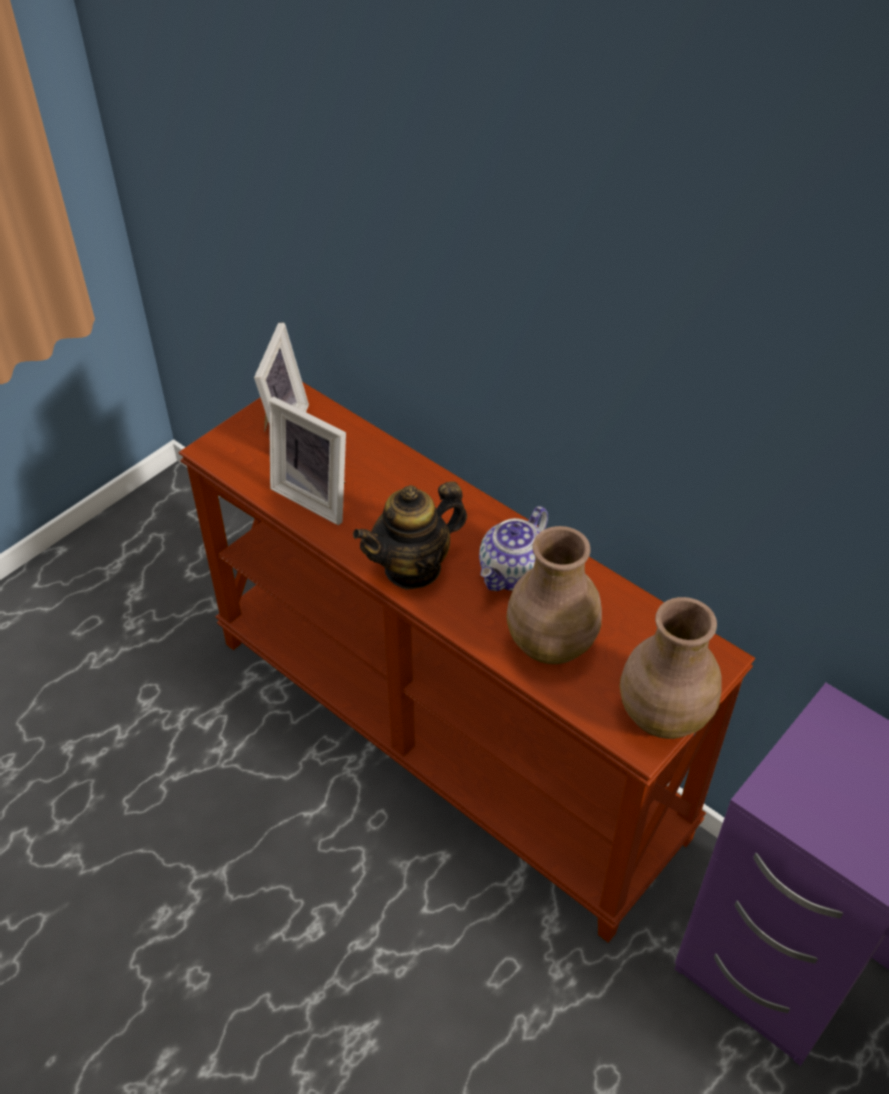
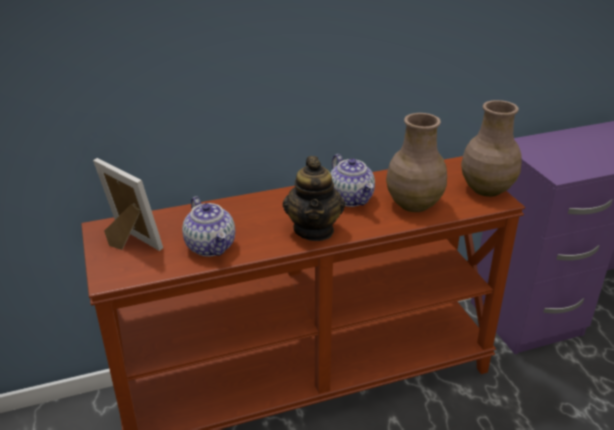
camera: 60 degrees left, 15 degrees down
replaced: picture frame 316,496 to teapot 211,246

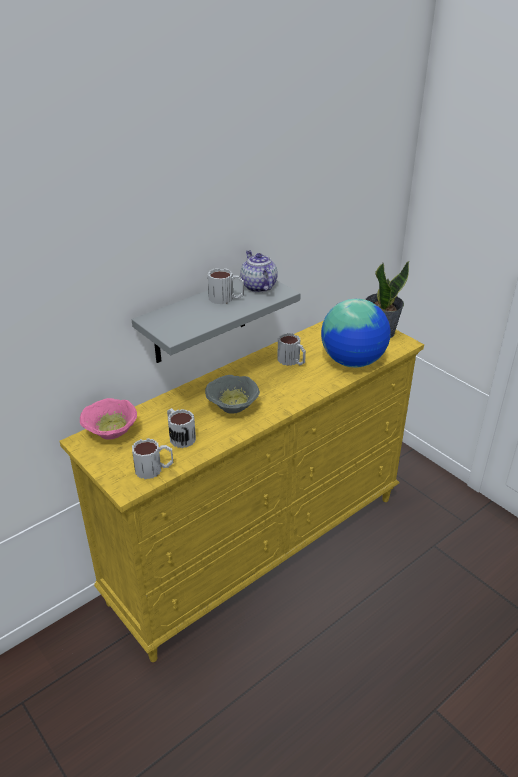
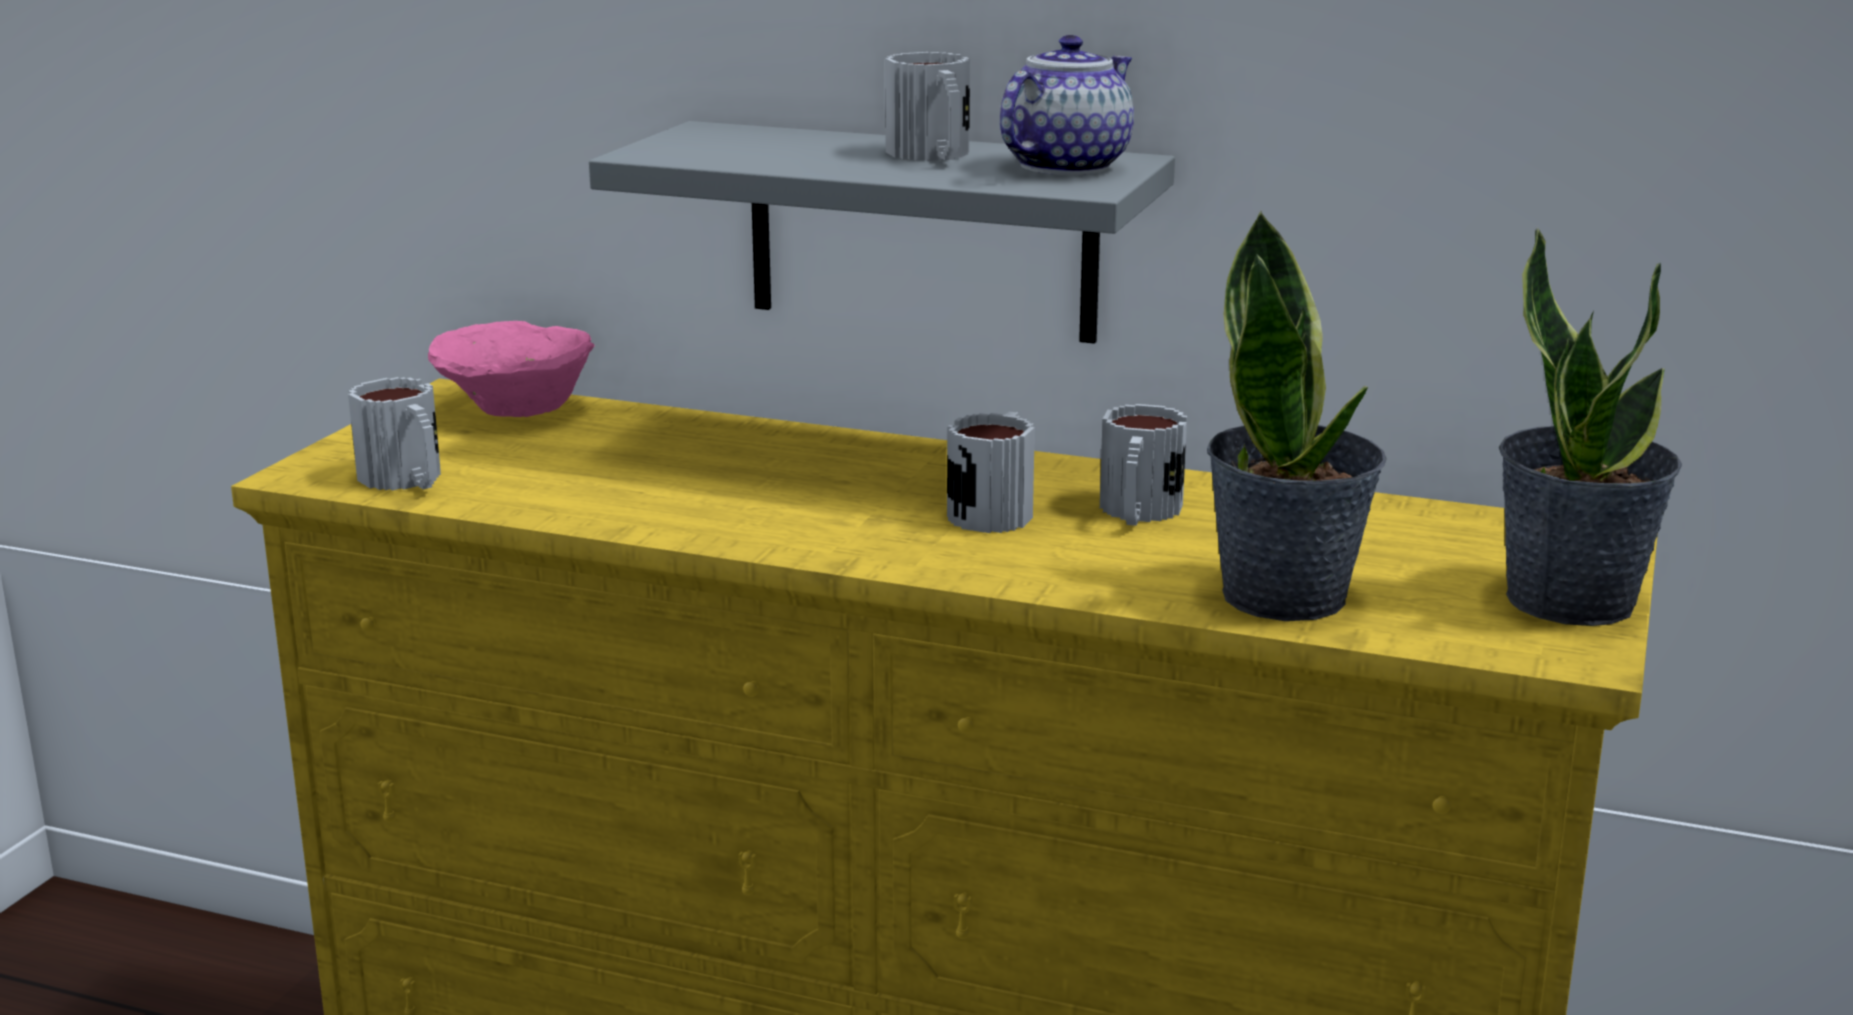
camera: 60 degrees right, 15 degrees down
removed: grey bowl 231,407
moved: mug 179,436 to 996,510
replaced: globe 353,362 to potted plant 1286,596

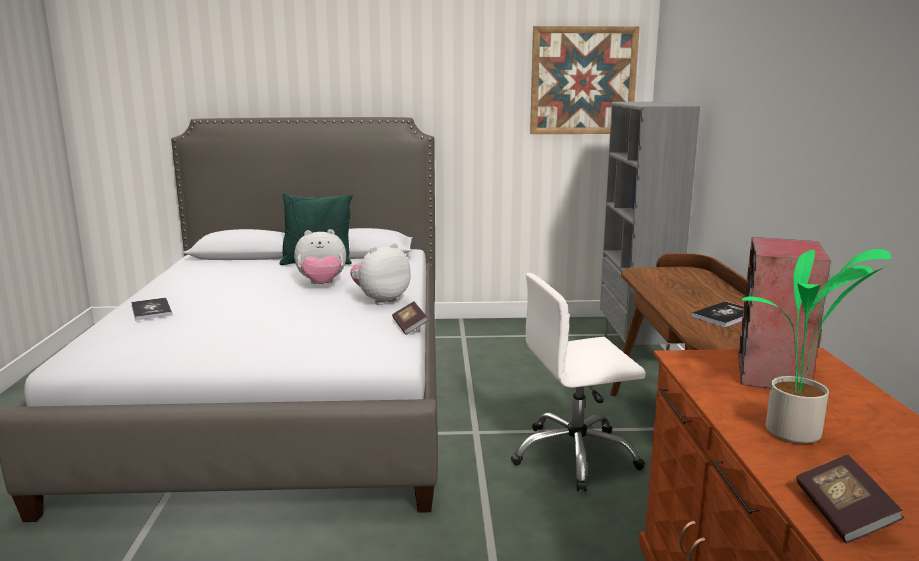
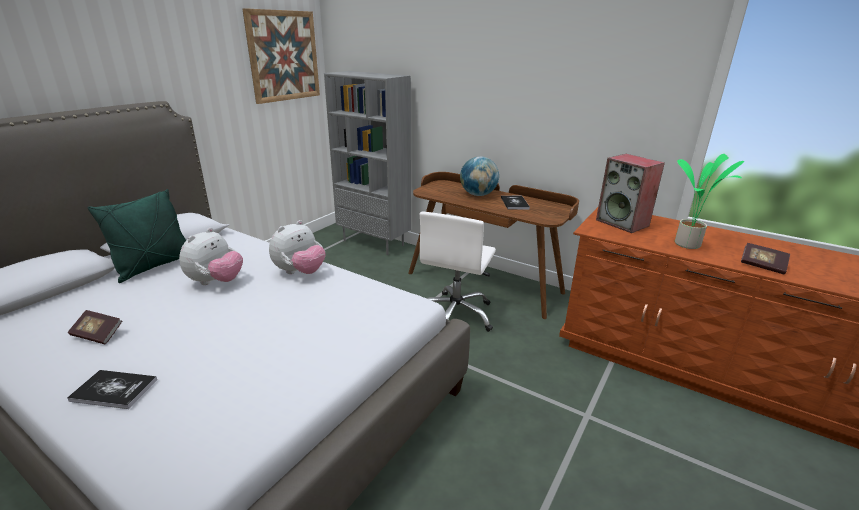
camera: 55 degrees left, 10 degrees up
added: globe 478,195
moved: book 410,326 to 98,335
turned: plush toy 380,300 = 300,272 135 degrees counterclockwise

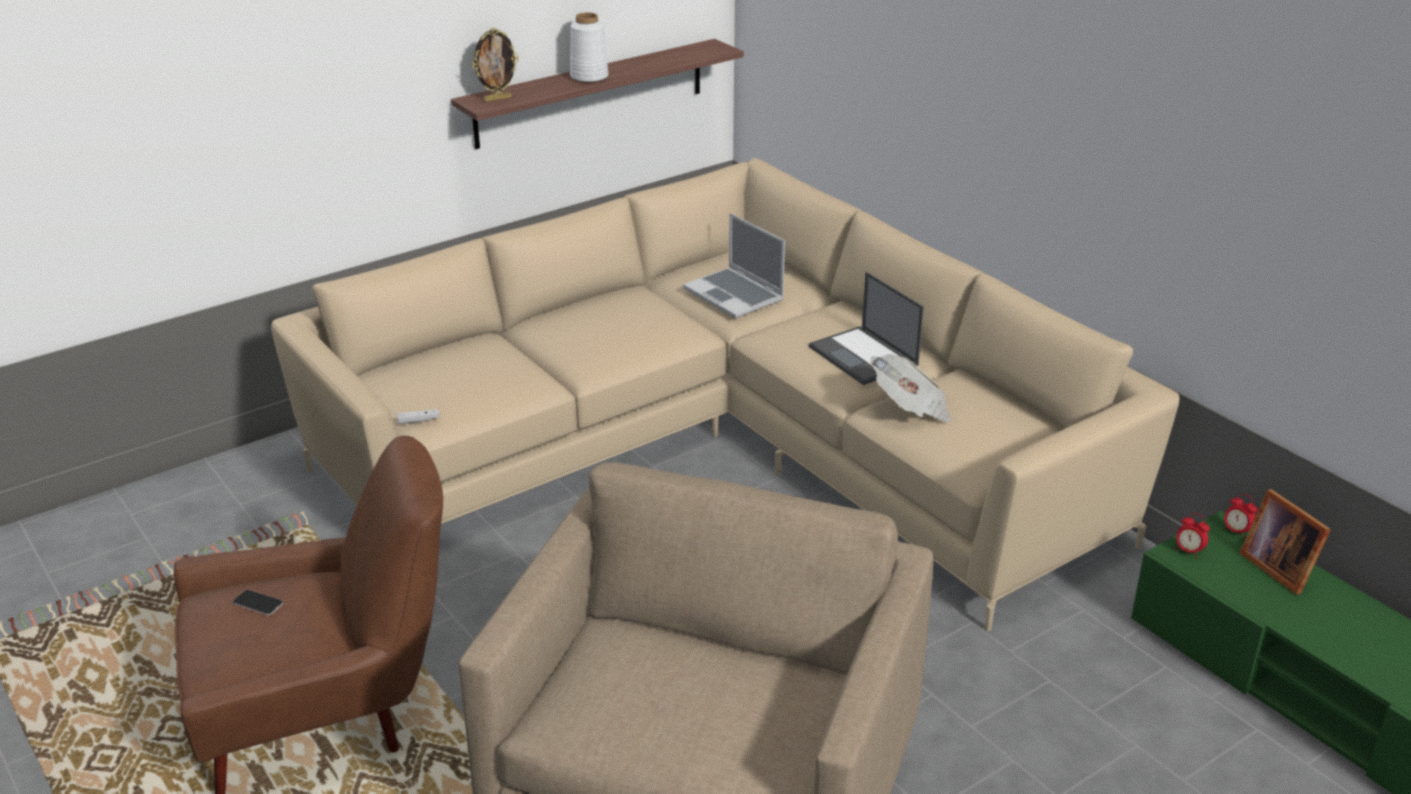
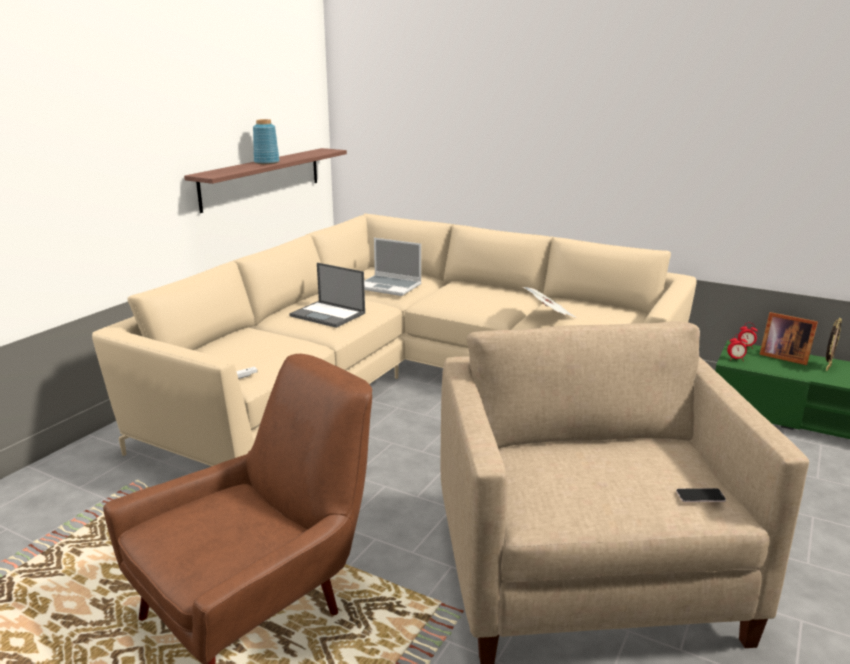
camera: 25 degrees left, 10 degrees down
moved: phone 258,603 to 700,496; picture frame 497,99 to 827,367; laptop 864,356 to 328,315
recoloured: white vase 590,77 to blue vase 267,162

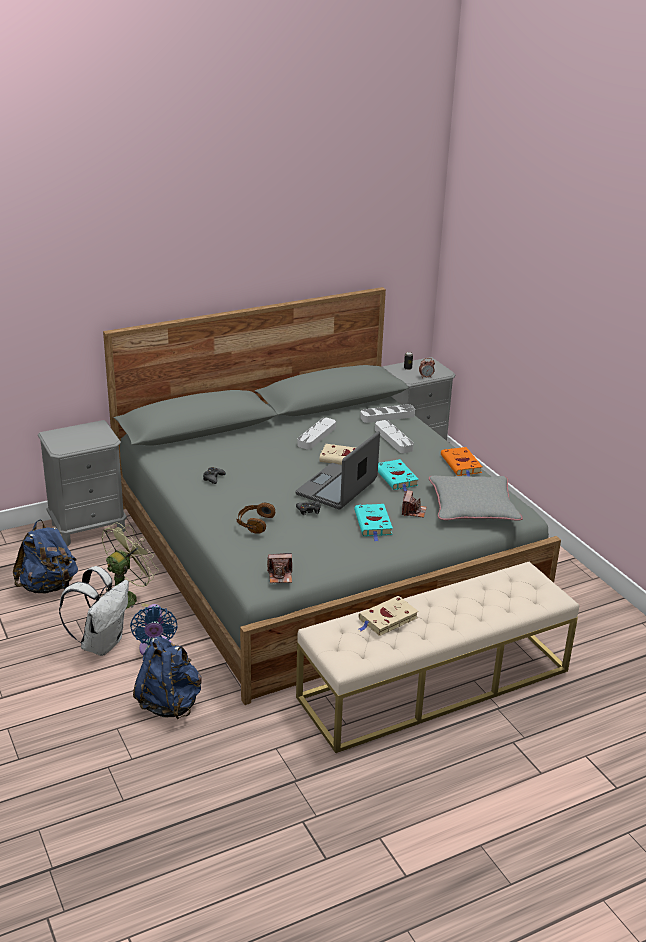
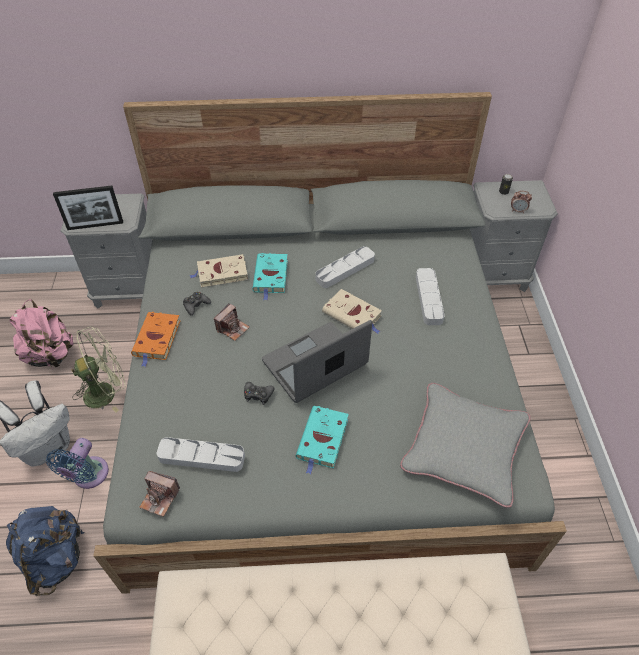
camera: 25 degrees right, 20 degrees up
removed: brown headphones 254,523
added: picture frame 95,225
moved: beige book 387,619 to 221,273; grey tray 387,416 to 202,457; turquoise book 397,478 to 271,277; photo camera 413,511 to 232,328; orange book 461,465 to 157,339
recoloured: blue backpack 48,586 to pink backpack 51,355

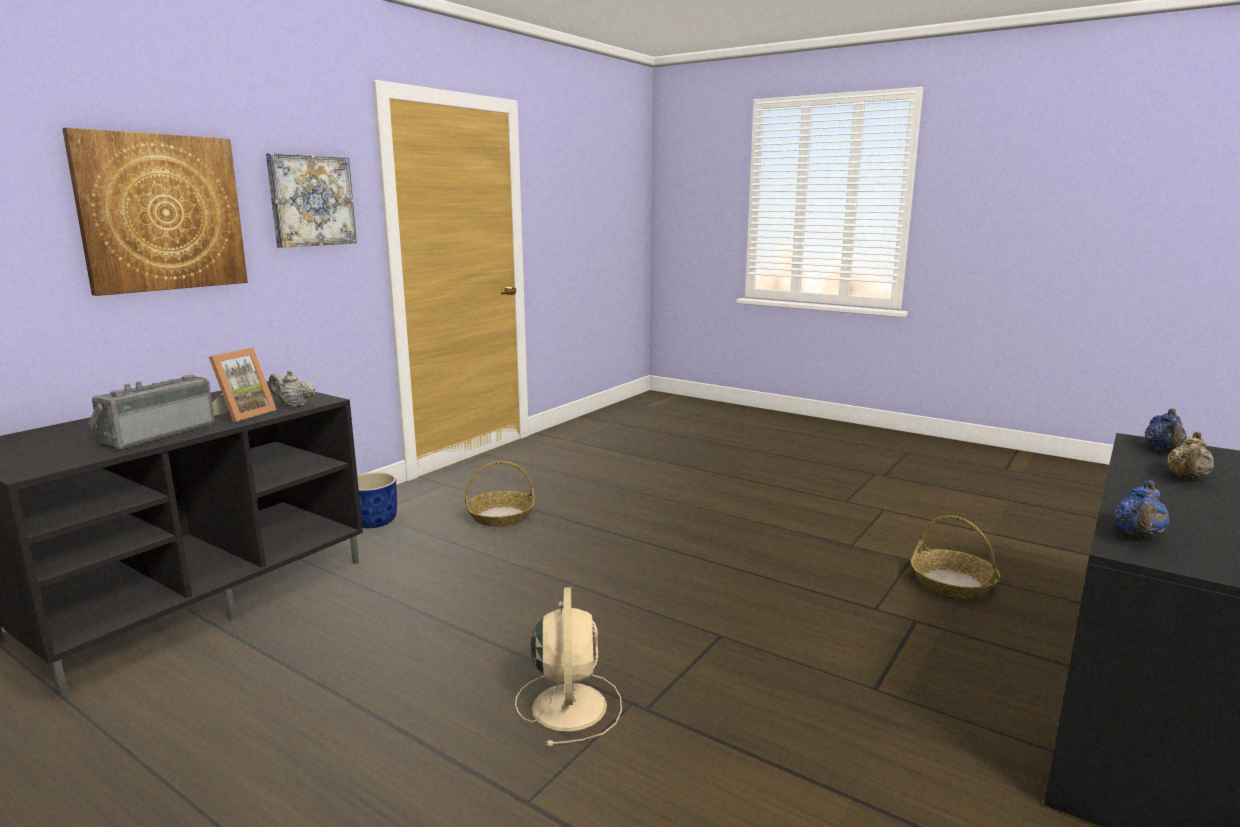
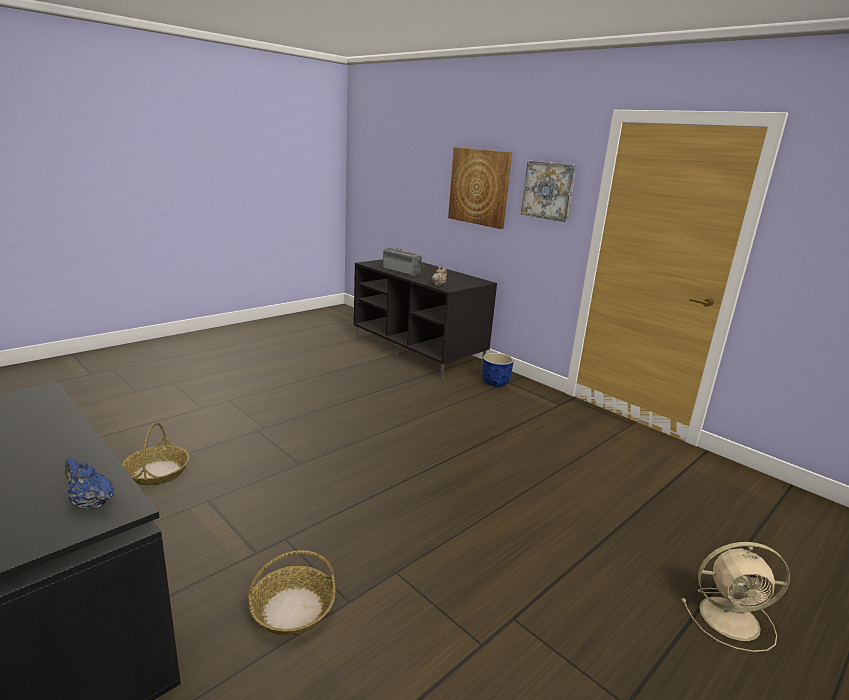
camera: 100 degrees right, 5 degrees up
removed: picture frame 243,414; blue teapot 1138,535; beige teapot 1186,478
moved: basket 500,516 to 157,472; beige fan 569,704 to 732,618

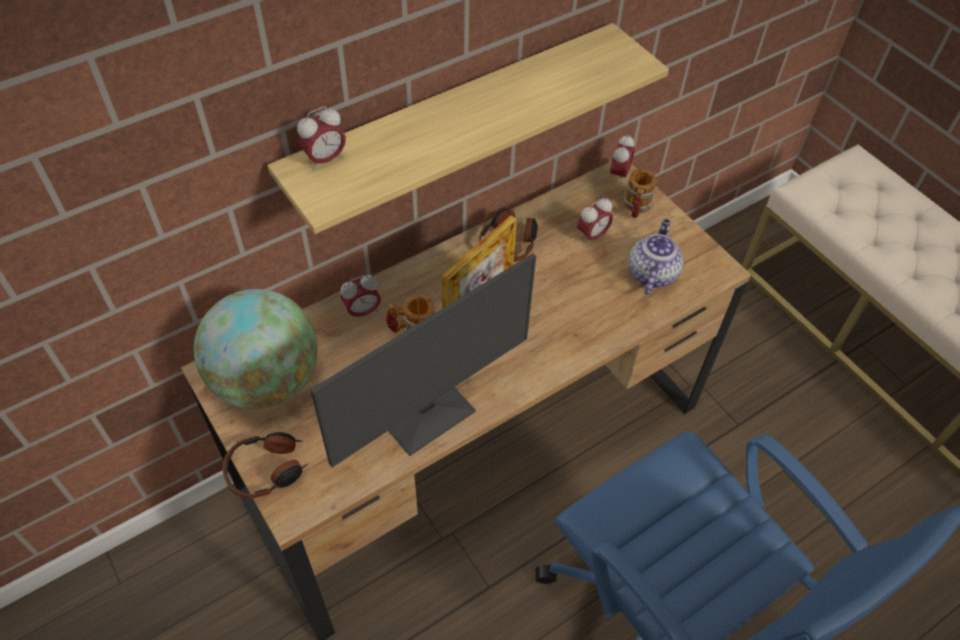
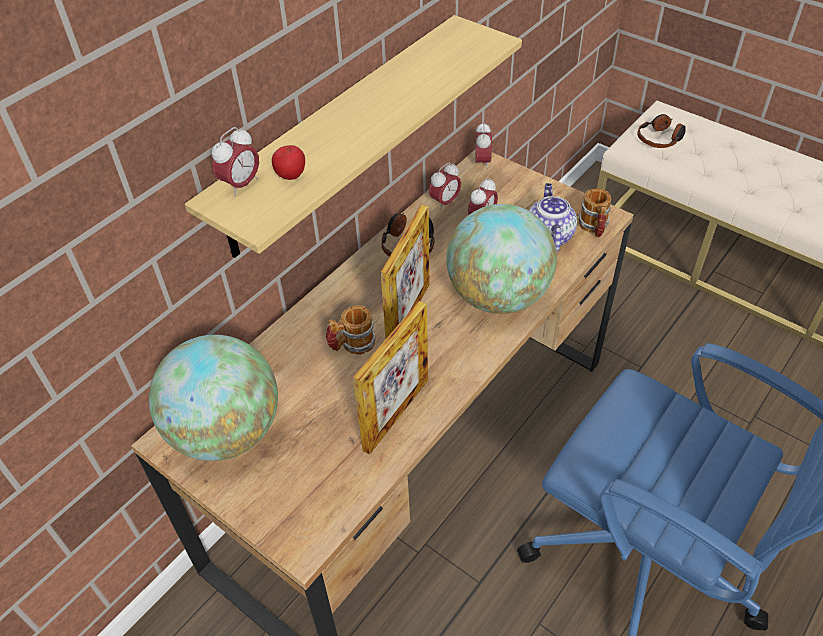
camera: 15 degrees left, 5 degrees down
added: apple 291,176; globe 498,296
moved: headphones 267,469 to 660,138; alarm clock 362,311 to 445,202; mug 636,208 to 594,228
replaced: monitor 425,412 to picture frame 396,414

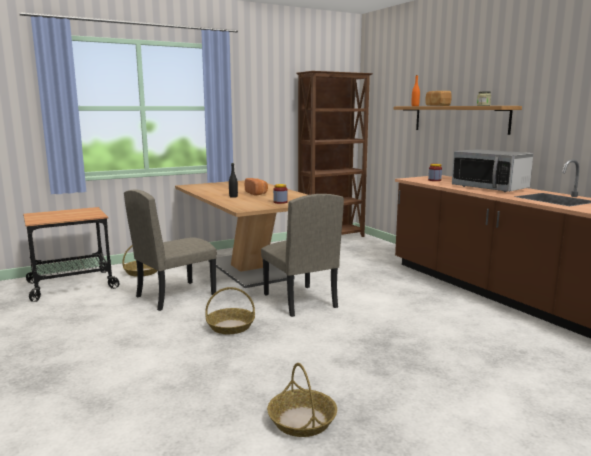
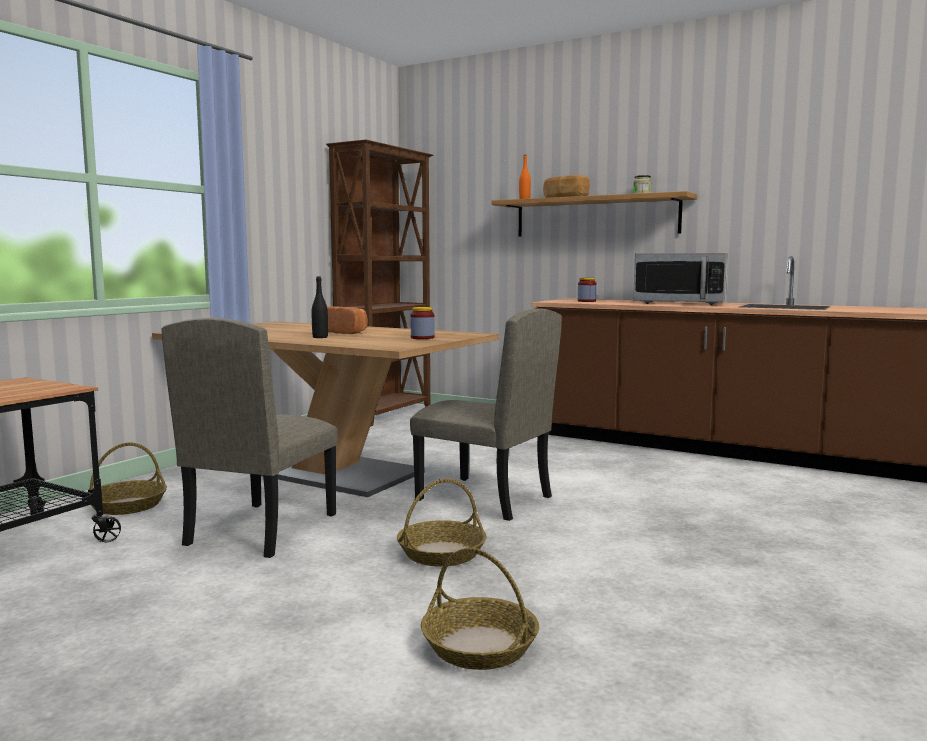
camera: 30 degrees left, 5 degrees down
moved: basket 301,420 to 479,646

